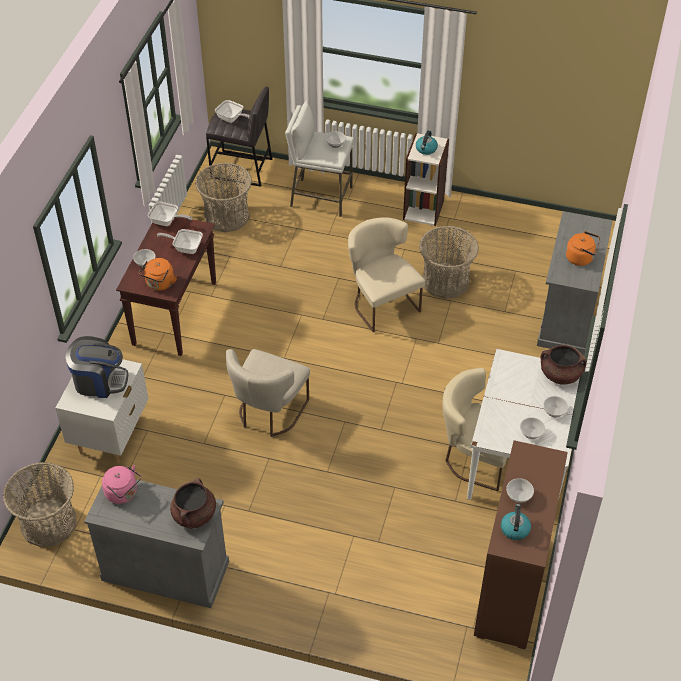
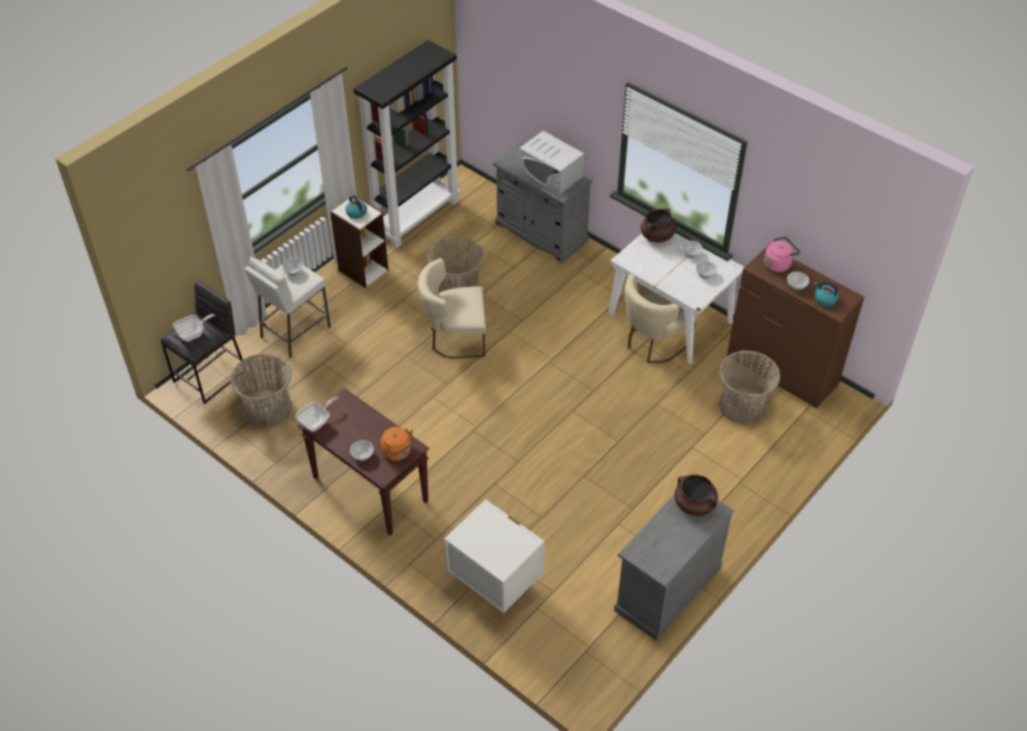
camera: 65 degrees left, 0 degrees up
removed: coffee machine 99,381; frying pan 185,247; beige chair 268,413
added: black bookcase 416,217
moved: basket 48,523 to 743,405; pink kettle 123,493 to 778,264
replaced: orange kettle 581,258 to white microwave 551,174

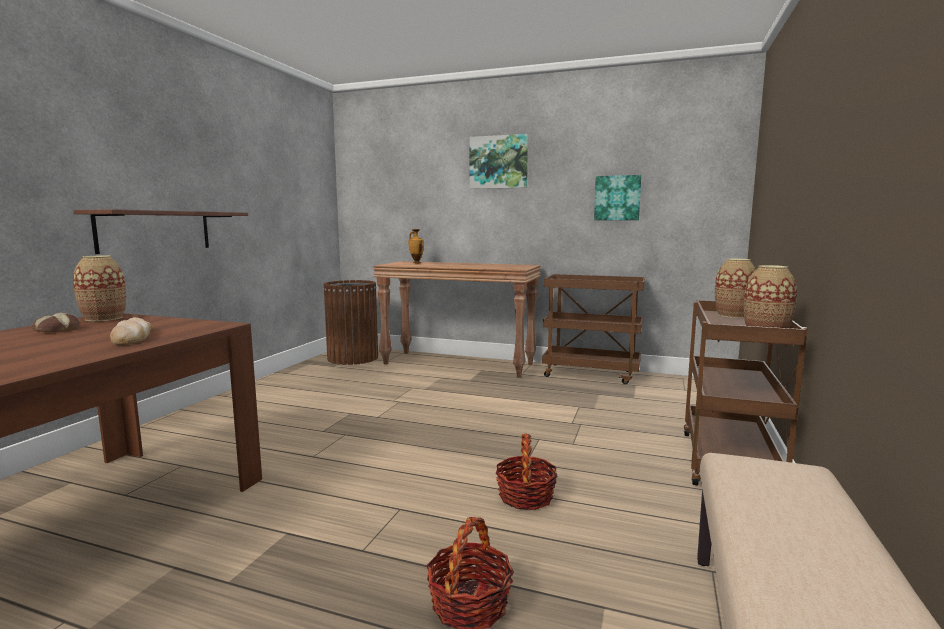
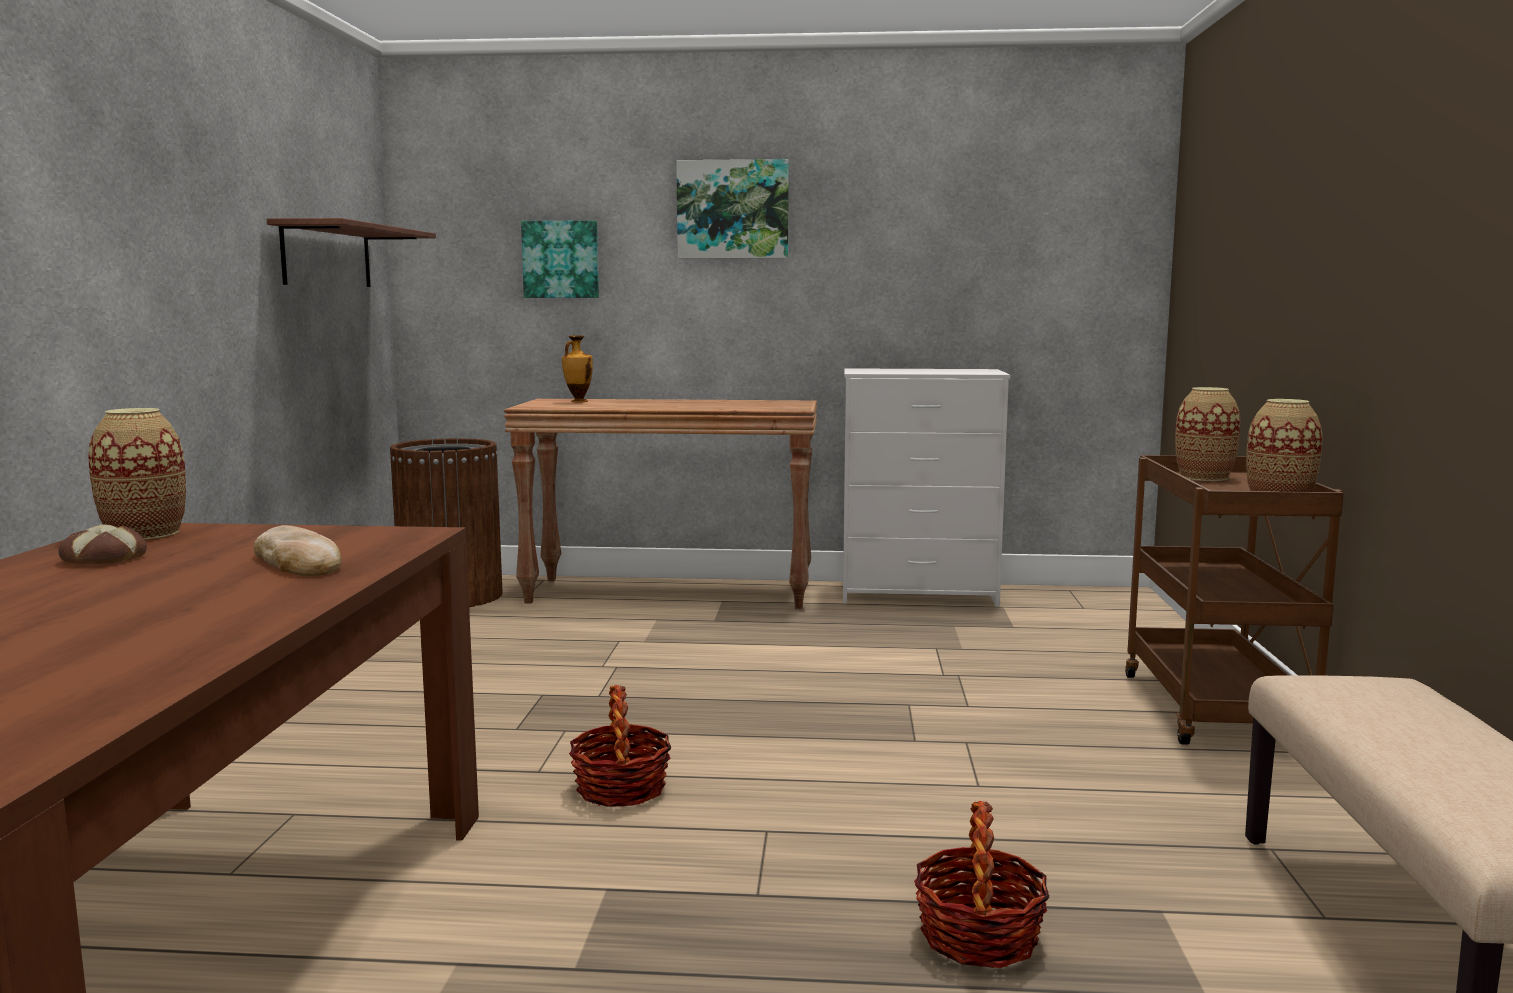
camera: 15 degrees left, 0 degrees up
moved: shelf 155,231 to 327,256; basket 525,496 to 621,789; picture 617,198 to 561,259
replaced: brown cart 591,374 to white dresser 919,593

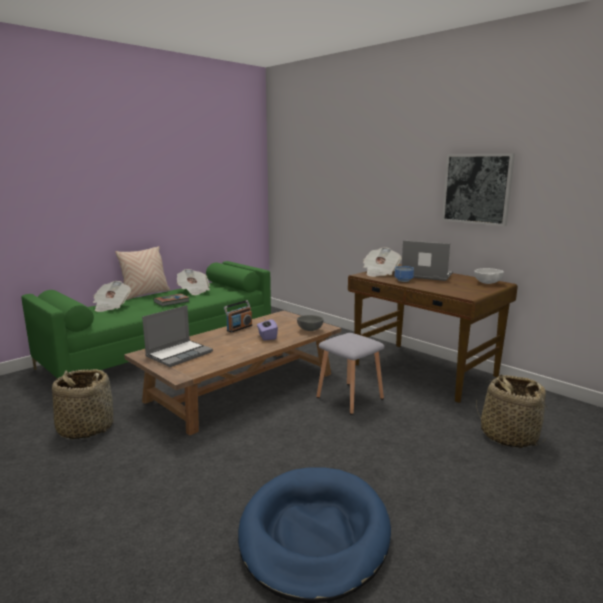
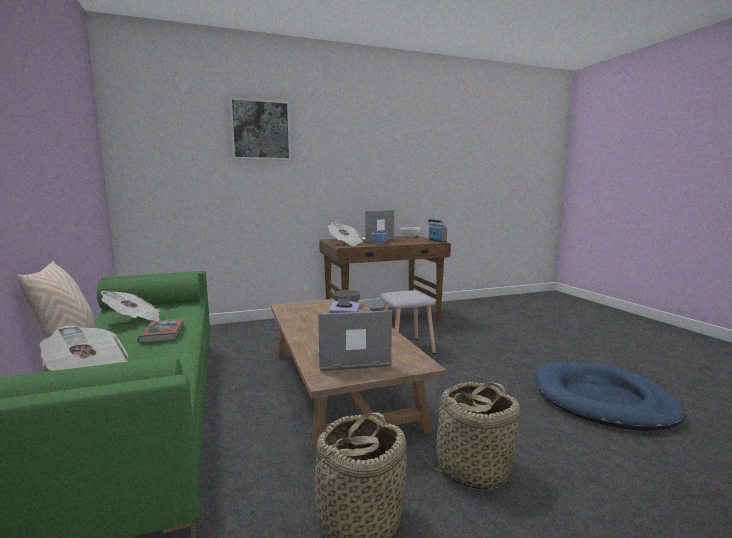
camera: 65 degrees left, 5 degrees down
moved: radio 239,328 to 437,241; picture 477,189 to 261,130; basket 508,436 to 472,469
turned: laptop 179,354 = 351,359 75 degrees counterclockwise

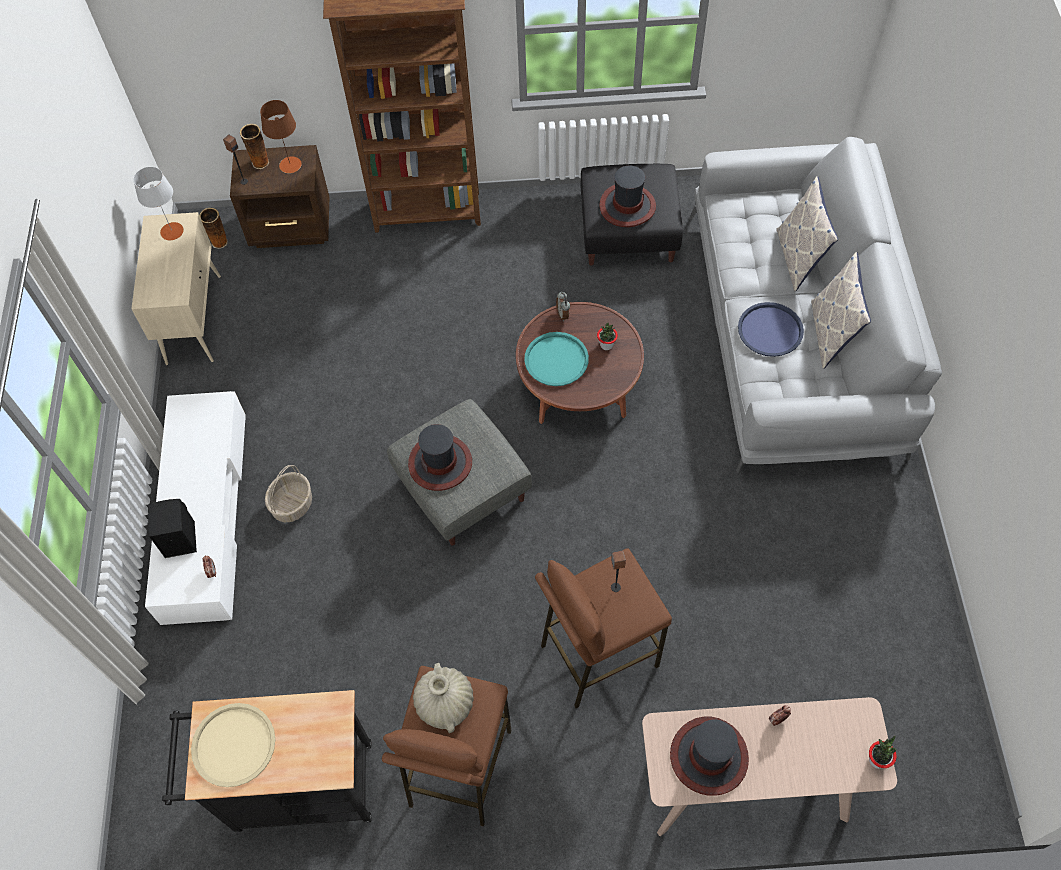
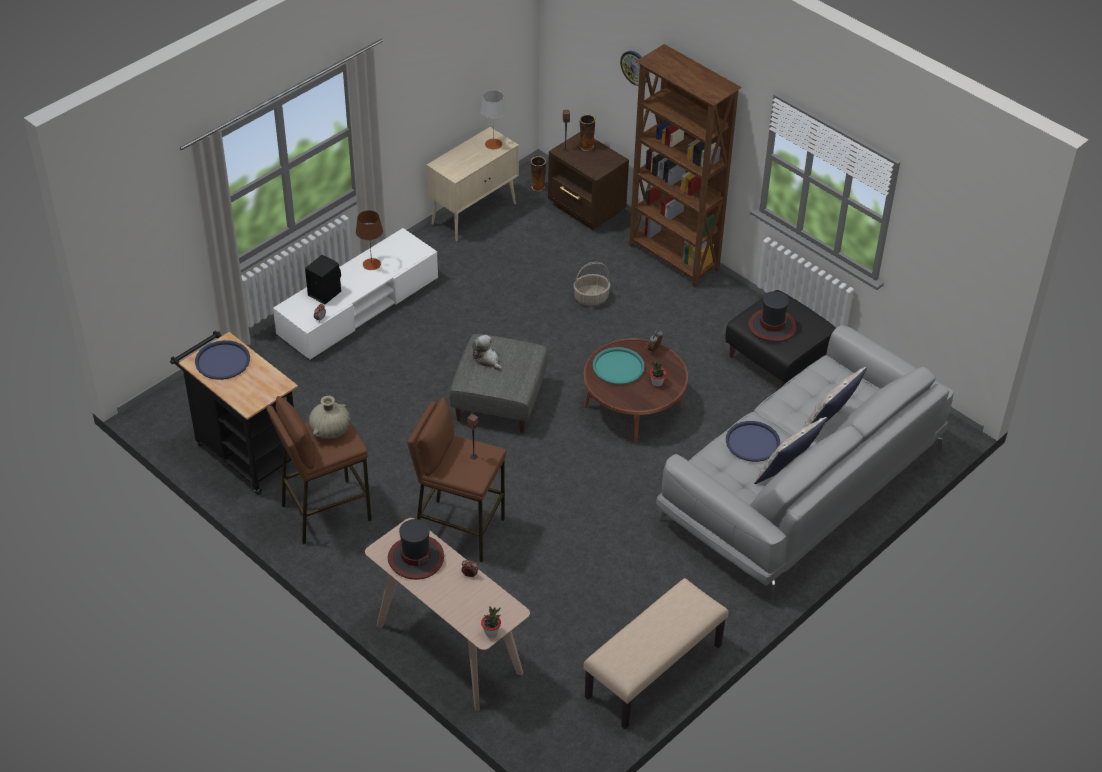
camera: 45 degrees right, 15 degrees down
added: beige bench 654,672; wall clock 635,67
moved: brown table lamp 290,165 to 371,264; basket 292,504 to 591,298
replaced: hat 440,463 to plush toy 487,360
recoloured: beige tray 234,745 to blue tray 222,361

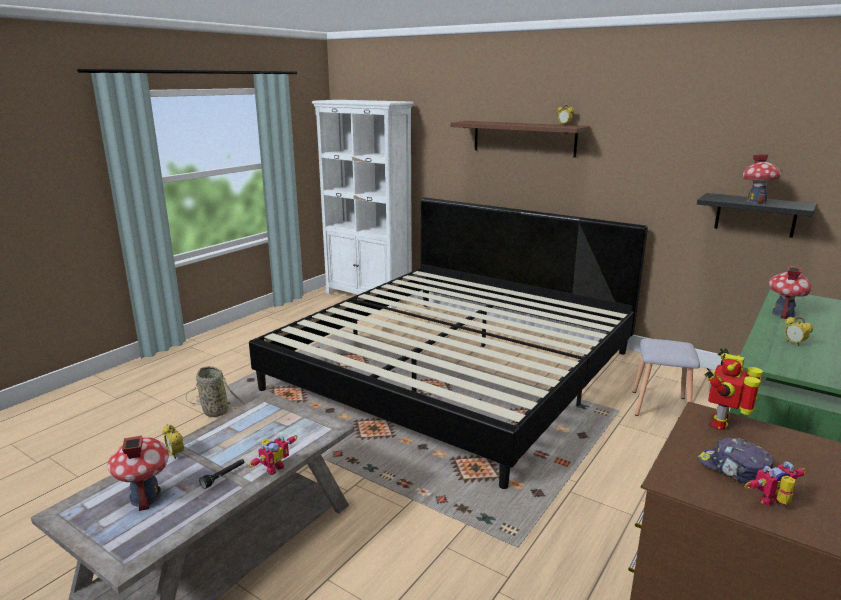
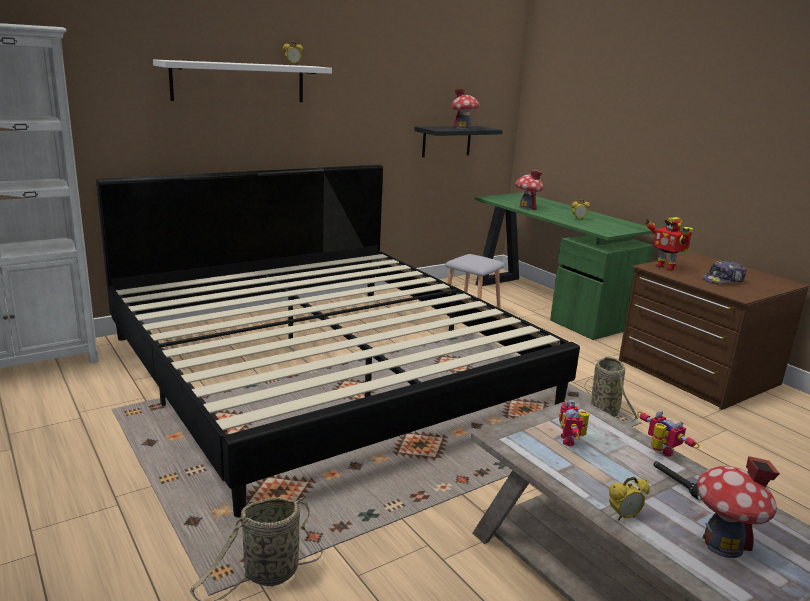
camera: 70 degrees left, 0 degrees up
added: basket 603,410
moved: toy robot 774,503 to 571,440
recoloured: brown shelf 524,138 to white shelf 239,82

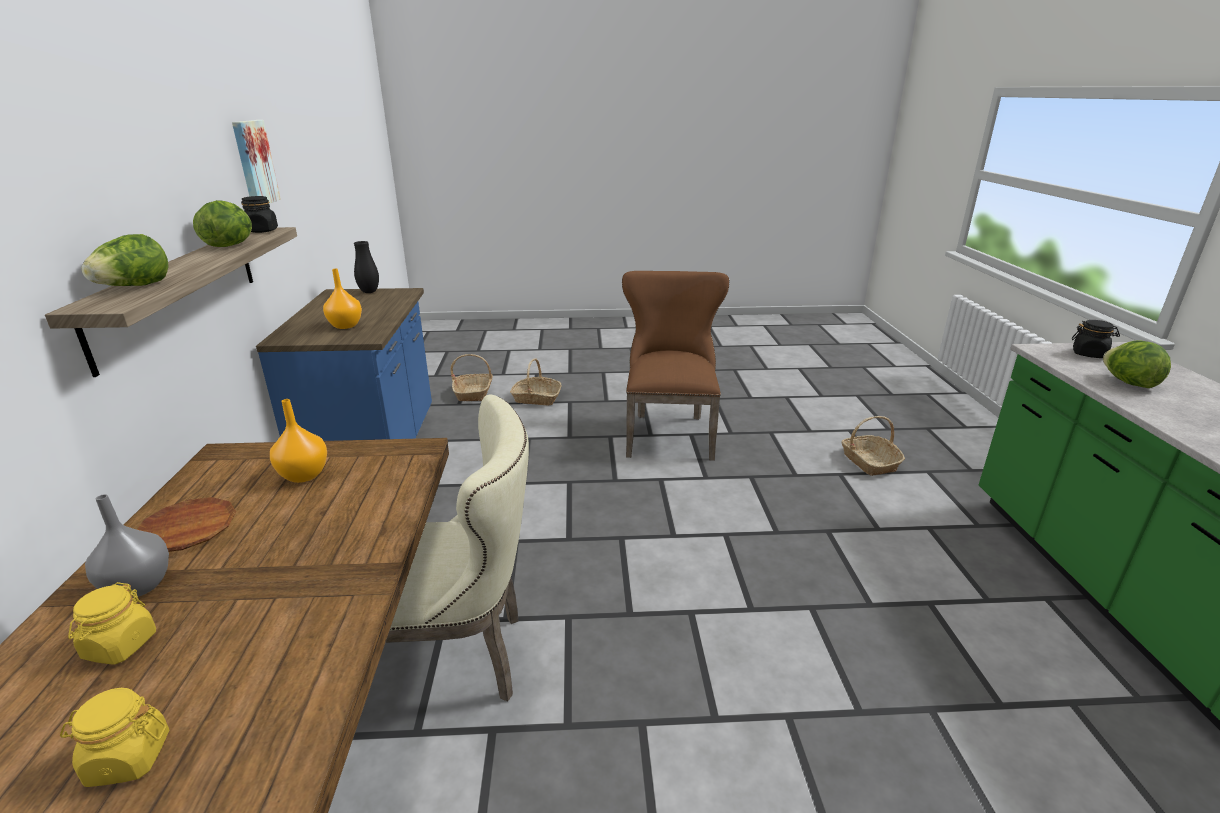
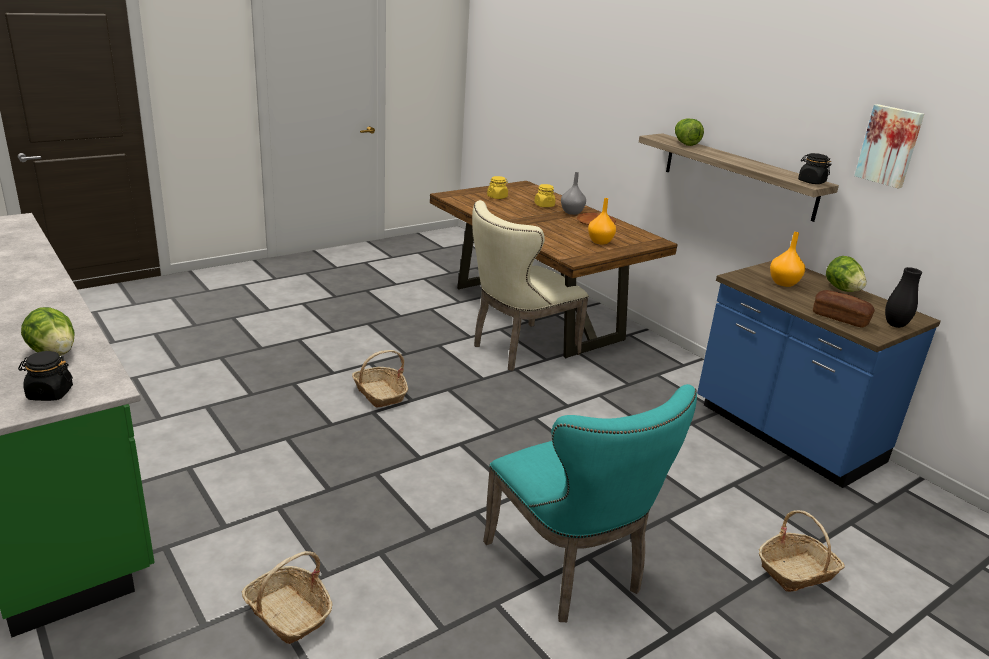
camera: 145 degrees right, 0 degrees up
added: bread 840,318
moved: lettuce 230,245 to 842,289; basket 474,393 to 380,394
recoloured: brown chair 669,432 to turquoise chair 571,570

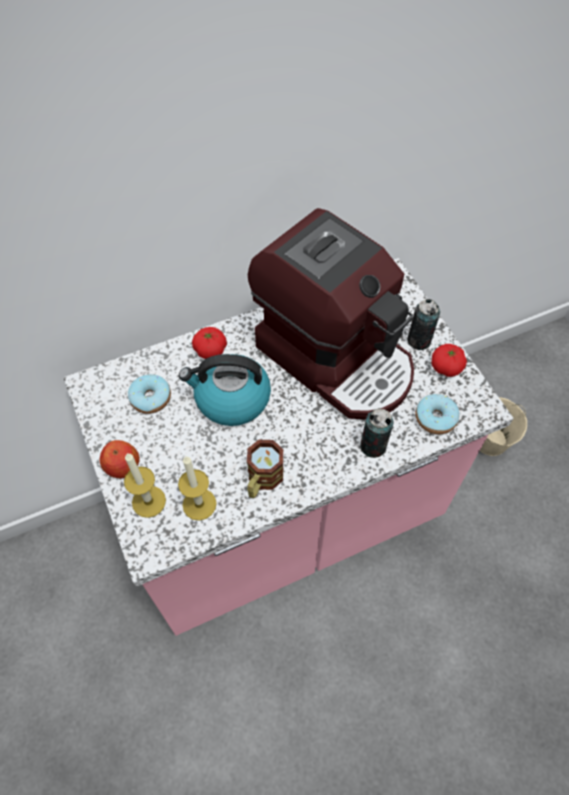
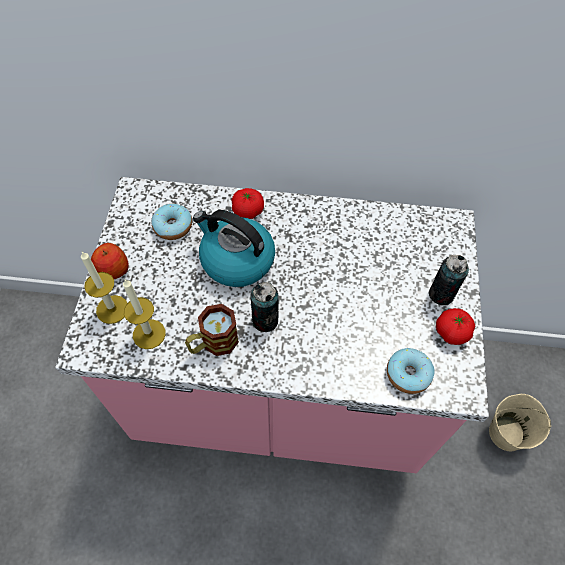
camera: 30 degrees right, 0 degrees up
removed: coffee machine 336,357
moved: can 373,446 to 265,320

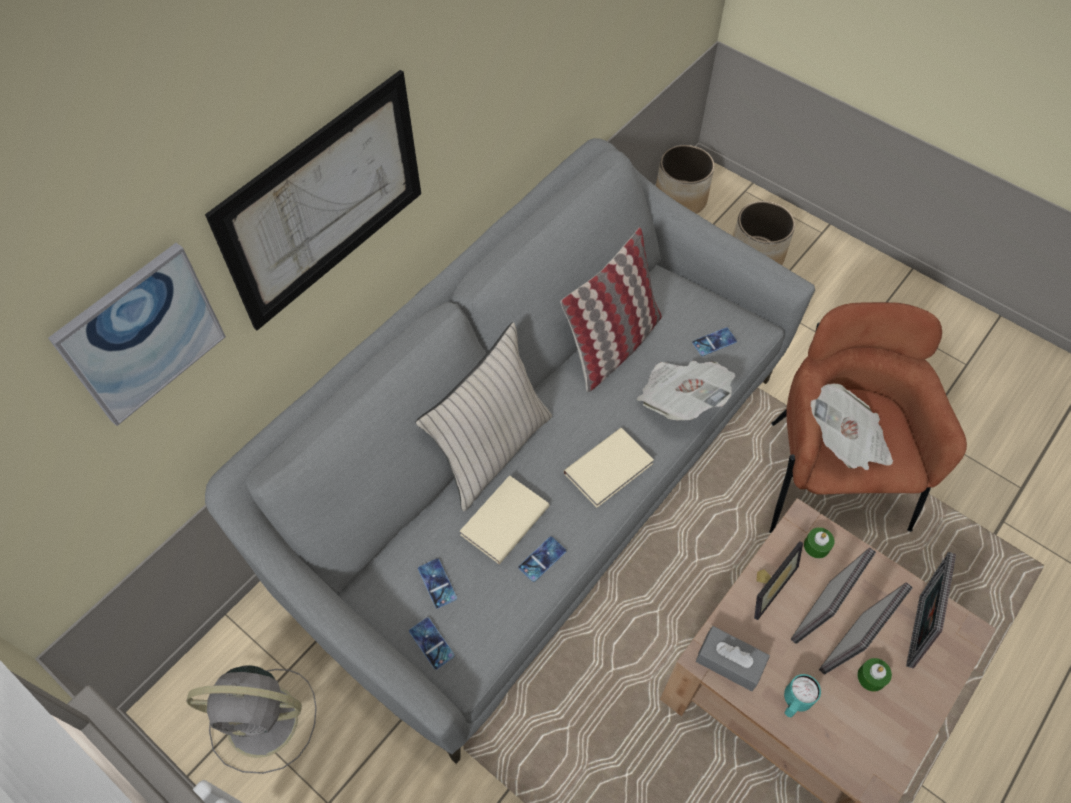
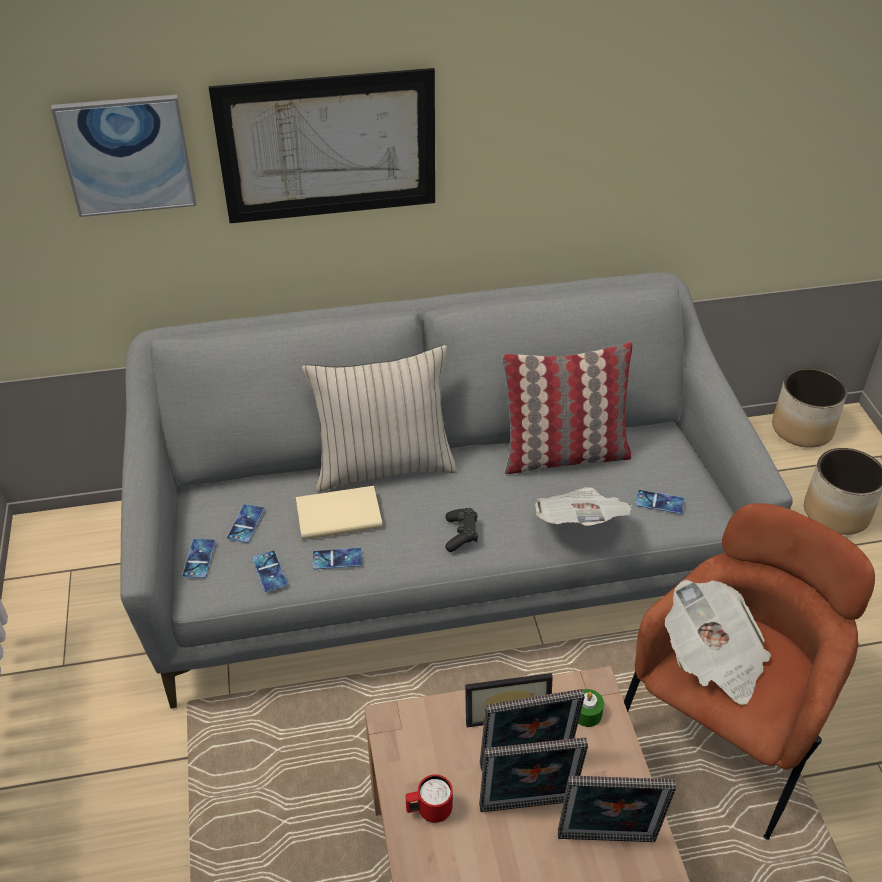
camera: 40 degrees right, 15 degrees down
removed: grey fan 266,720; grey tissue box 729,662; green candle 871,677
added: phone 269,571
replaced: beige book 610,469 to black game controller 461,535
recoloured: turquoise mug 794,702 to red mug 429,811
turned: picture frame 911,629 = 606,842 150 degrees counterclockwise

